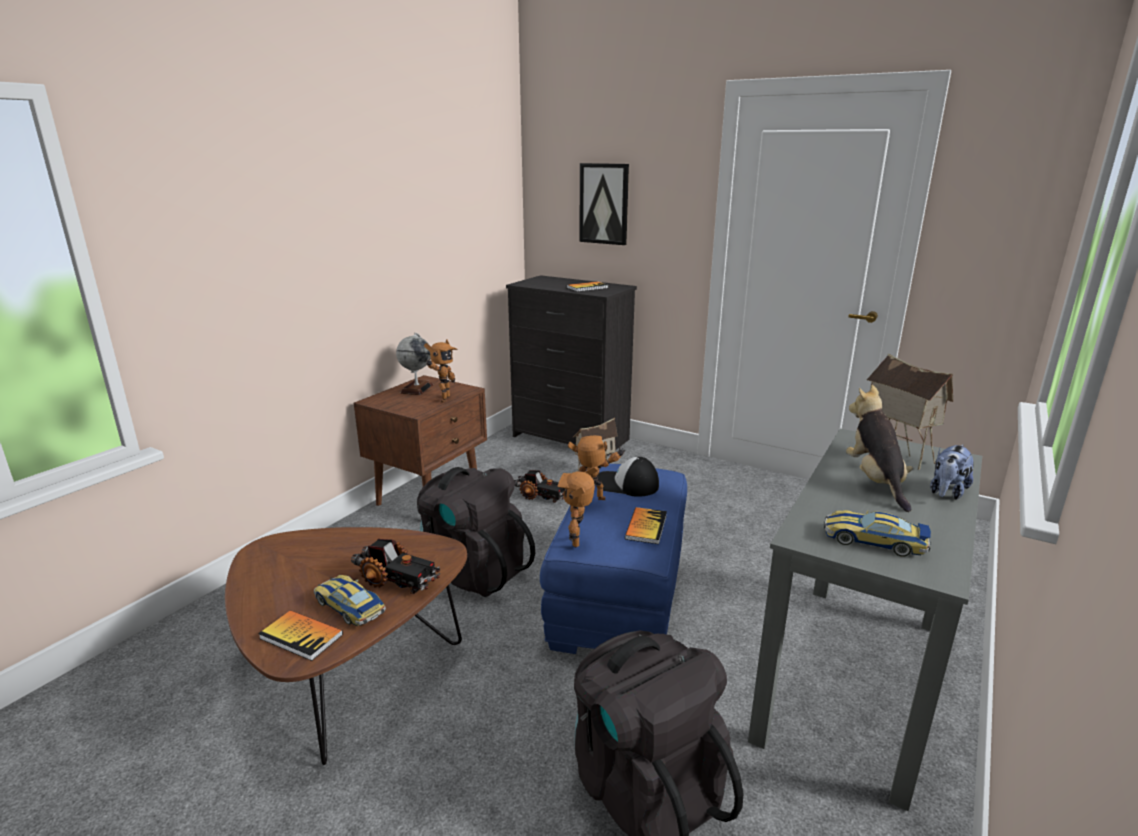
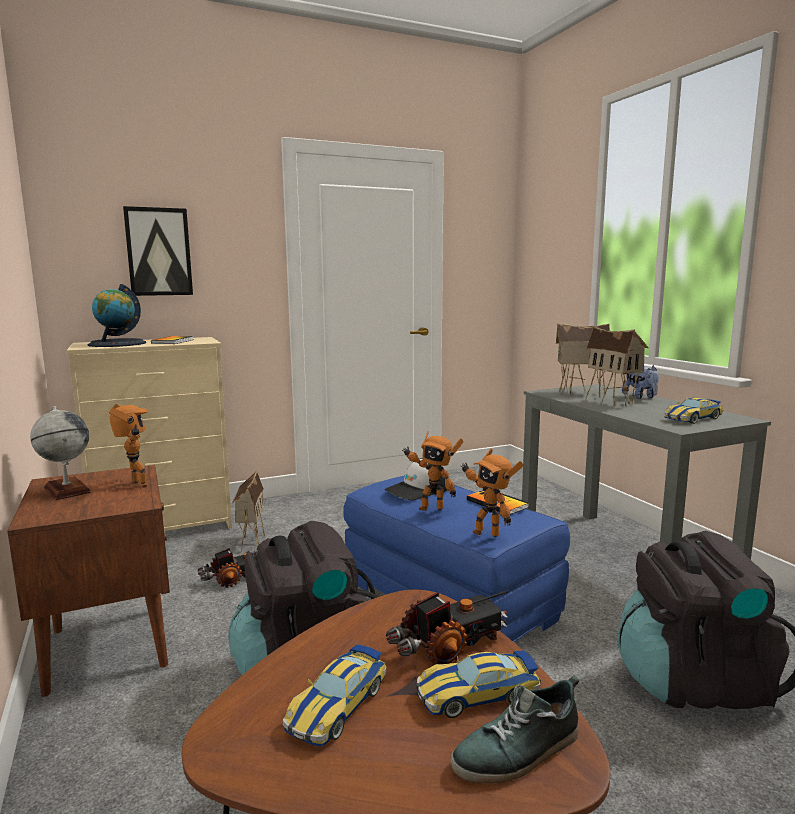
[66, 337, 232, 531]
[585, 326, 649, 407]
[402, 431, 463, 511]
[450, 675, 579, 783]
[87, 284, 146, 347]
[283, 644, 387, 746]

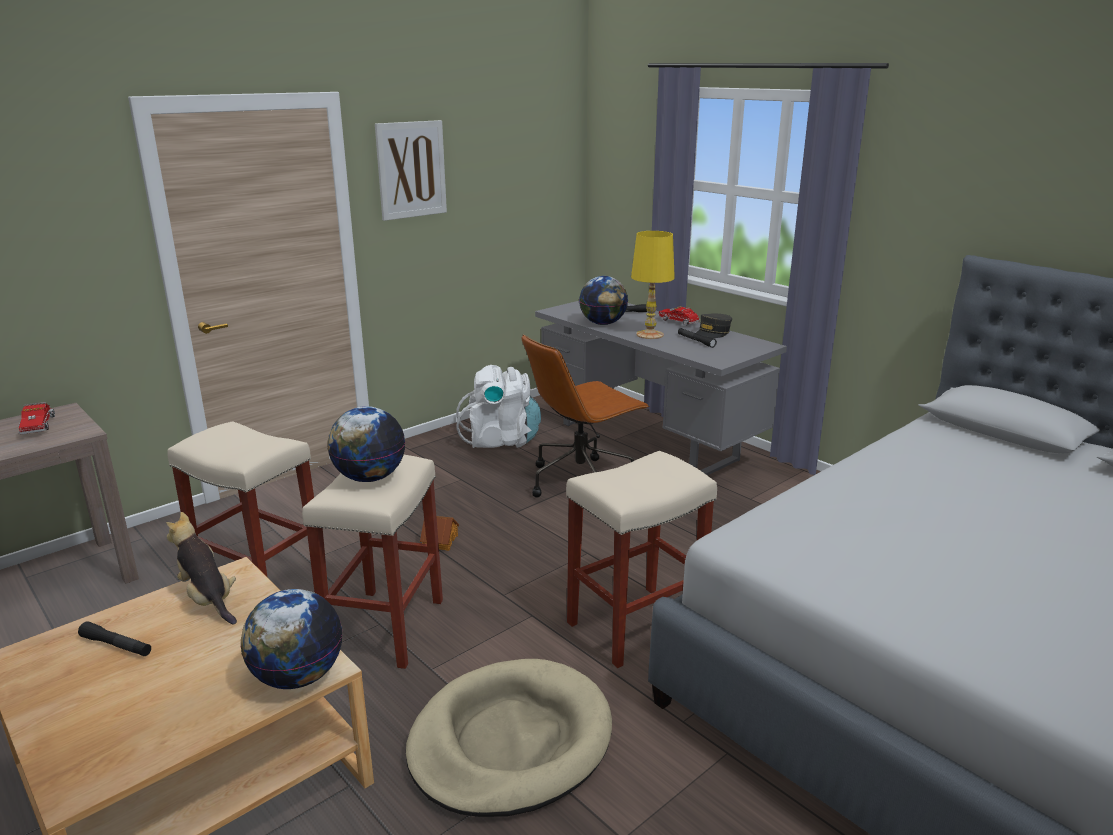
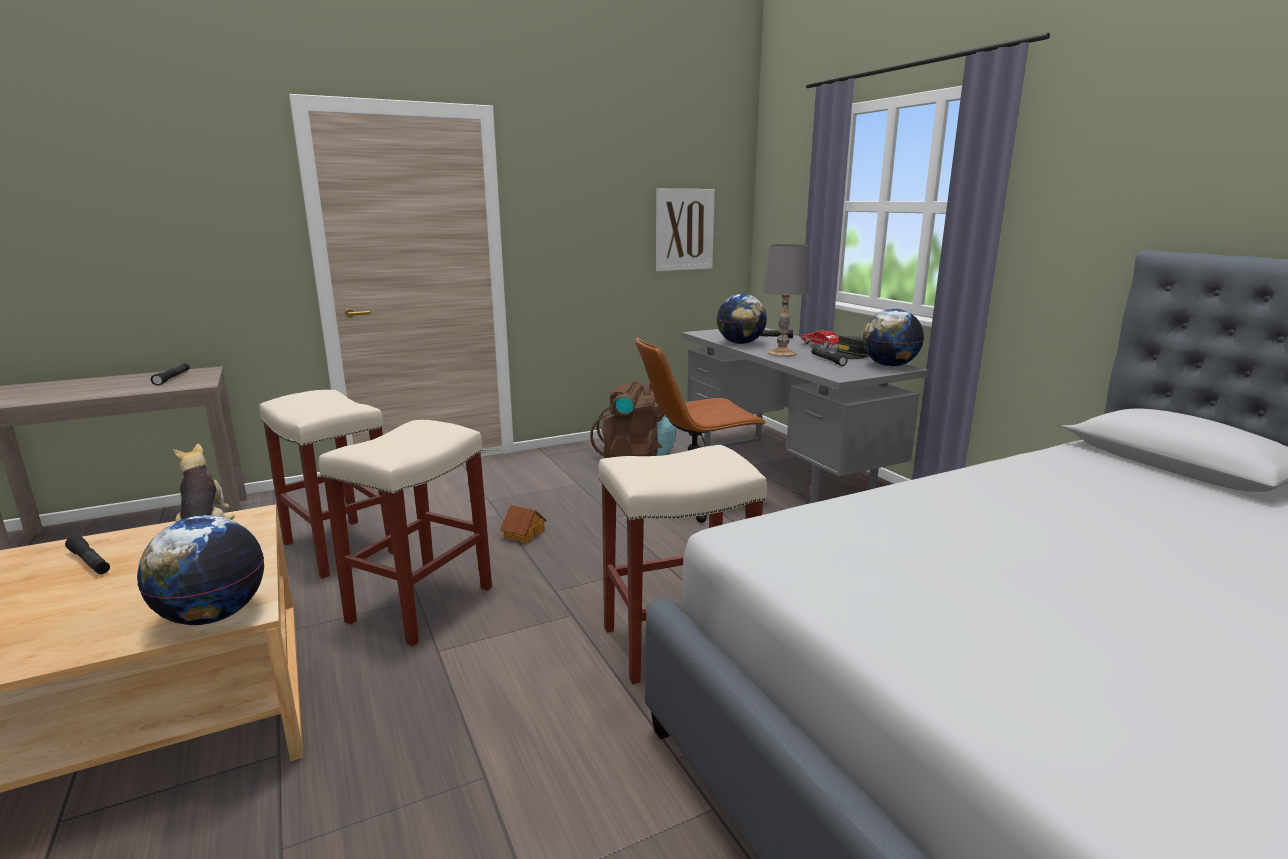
[656, 189, 715, 271]
[763, 244, 809, 357]
[590, 381, 676, 458]
[151, 363, 190, 385]
[863, 309, 924, 367]
[406, 659, 612, 817] (first image)

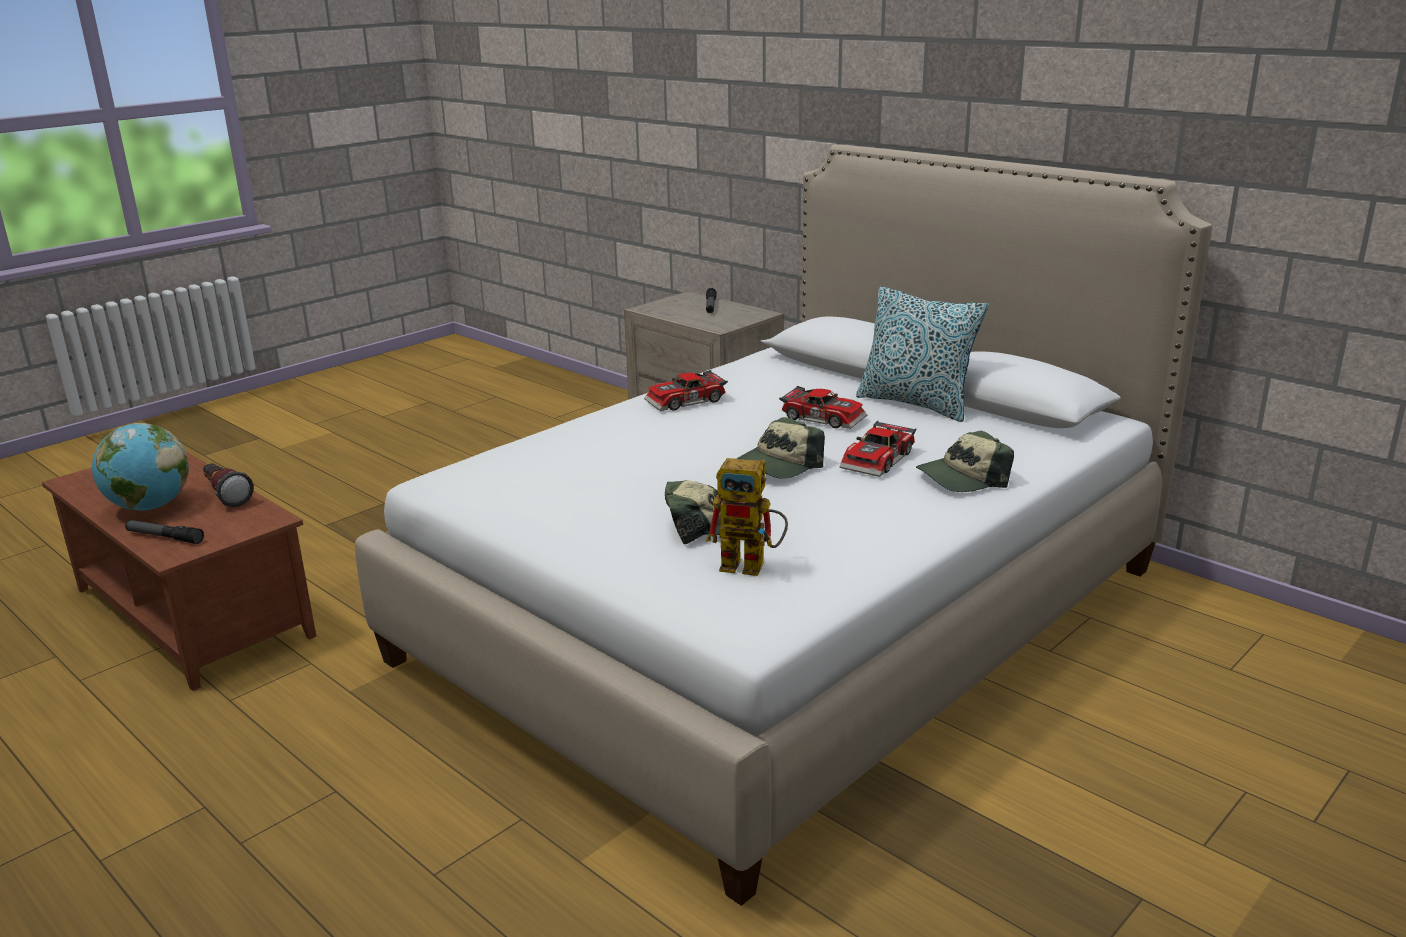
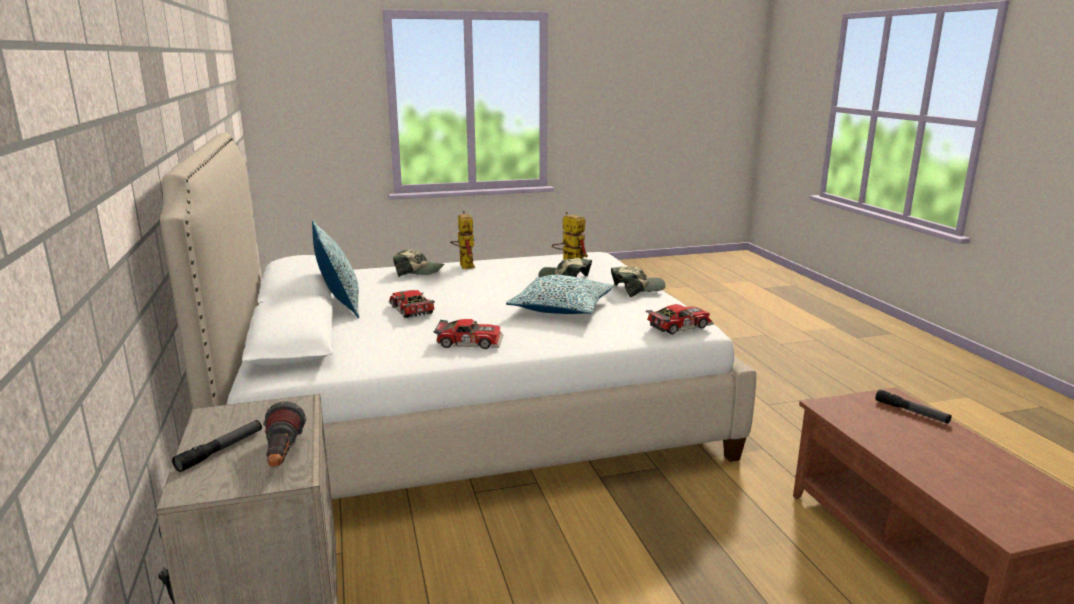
[611, 266, 665, 297]
[646, 304, 714, 335]
[92, 423, 189, 511] (first image)
[263, 401, 306, 467]
[450, 211, 475, 269]
[506, 275, 614, 314]

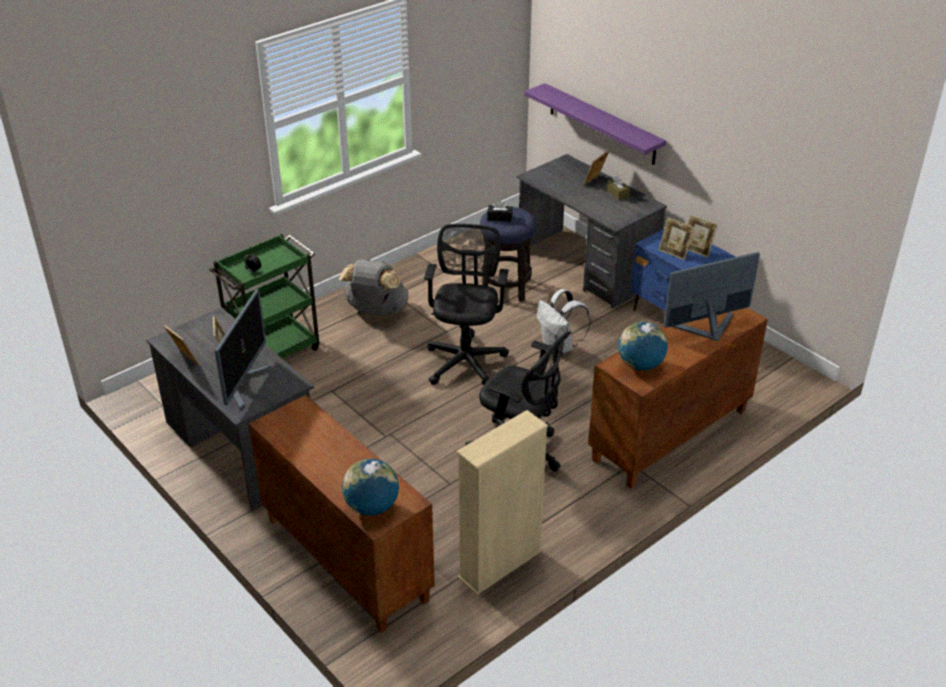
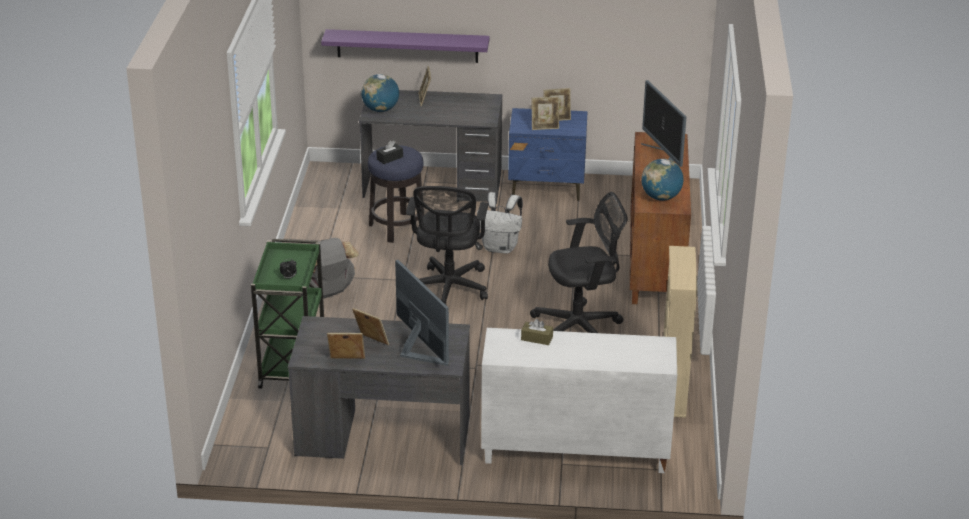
[521, 319, 553, 345]
[406, 186, 489, 306]
[641, 80, 687, 167]
[481, 328, 677, 473]
[361, 74, 399, 112]

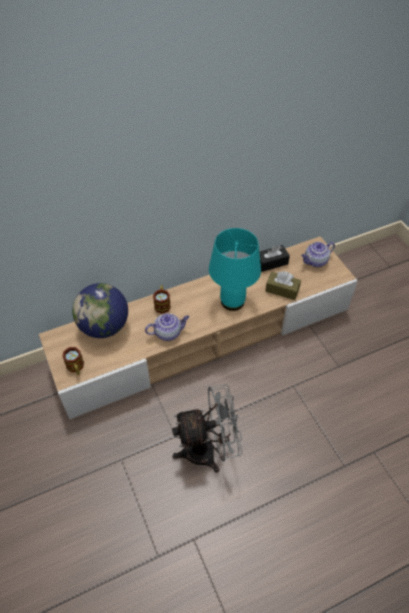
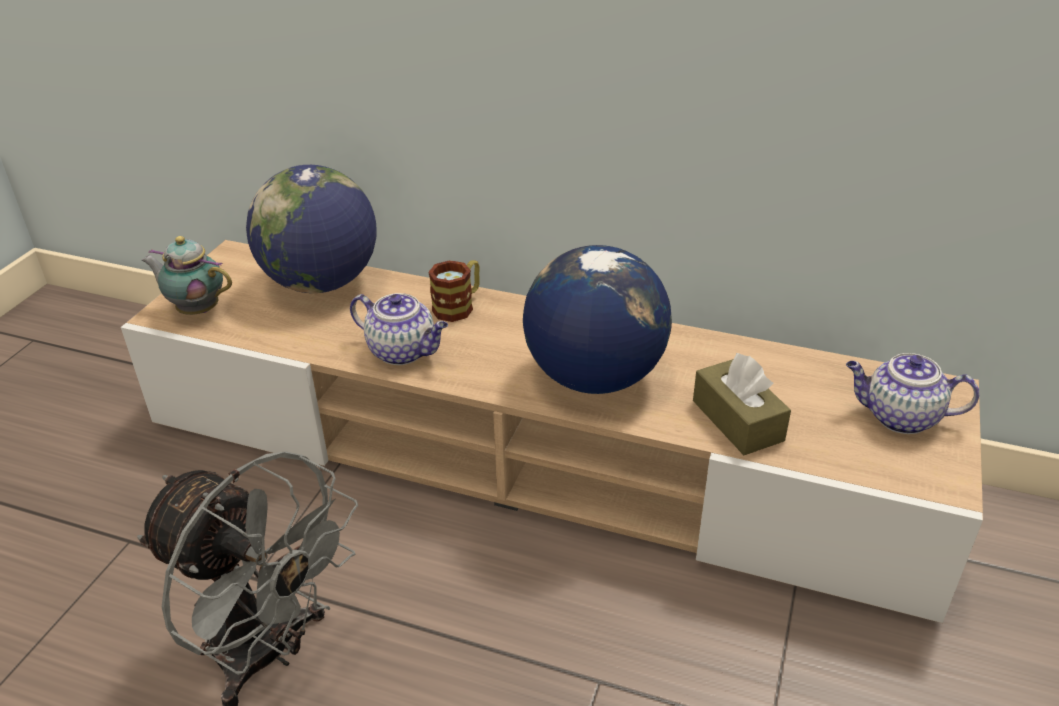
[523, 245, 672, 394]
[259, 245, 290, 272] (first image)
[142, 236, 232, 315]

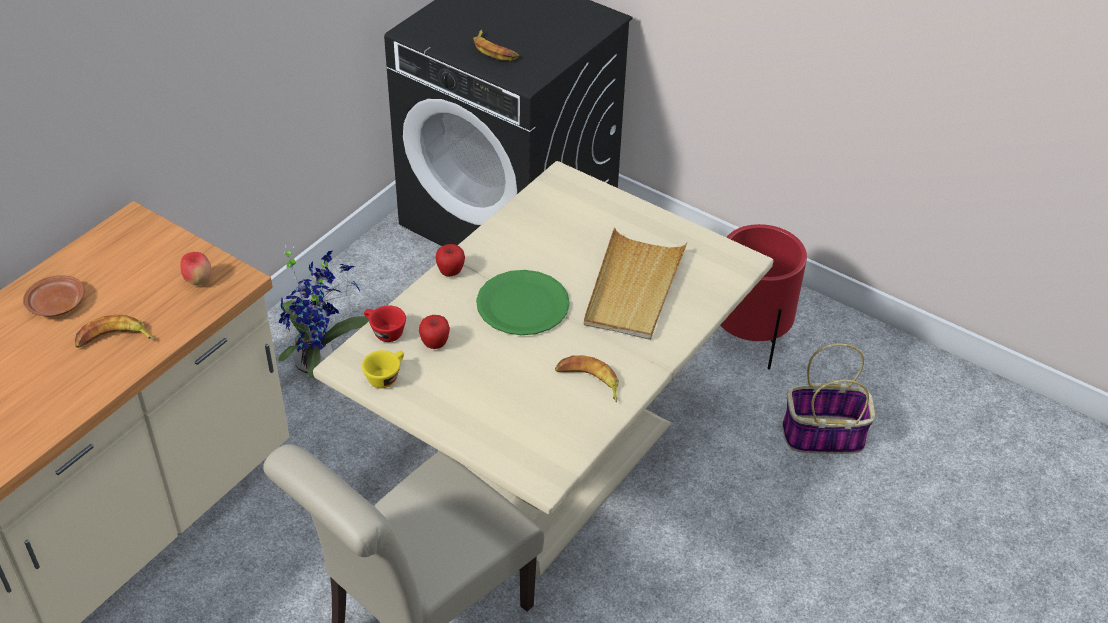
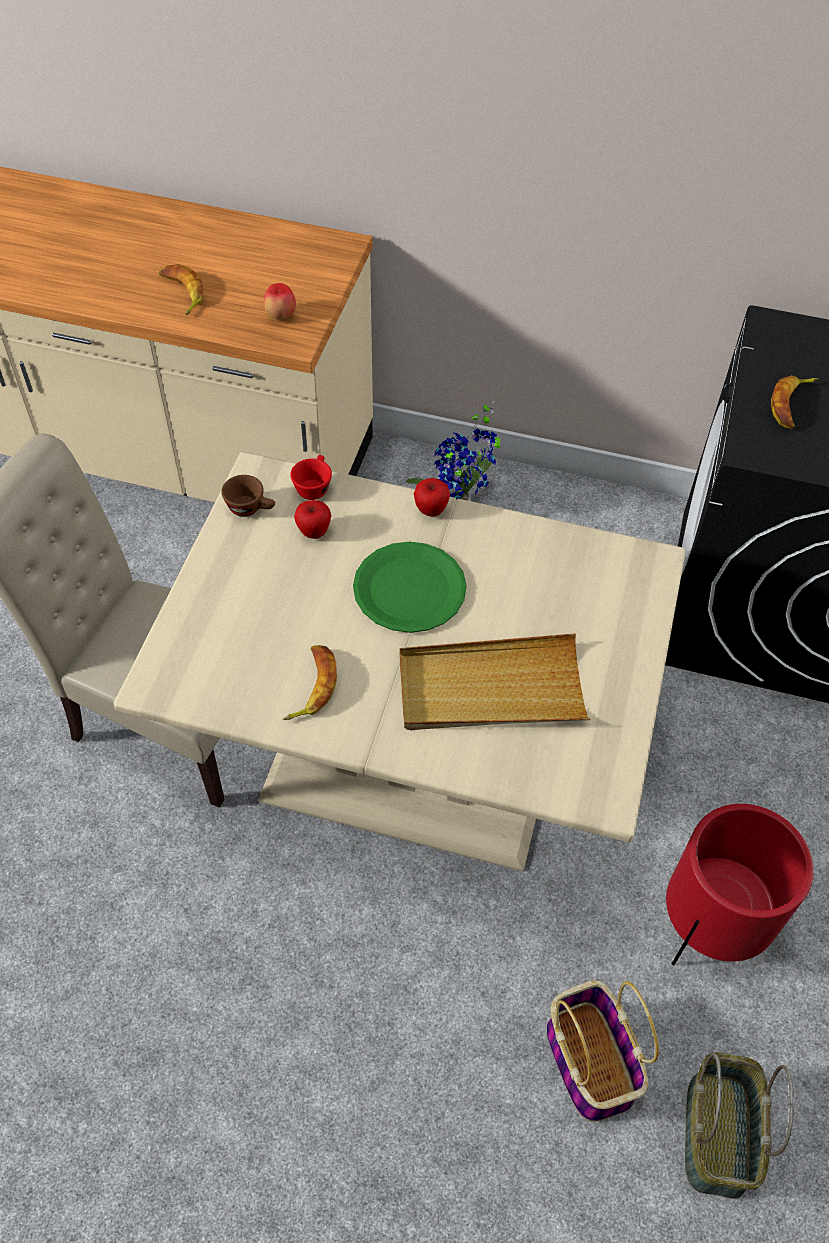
[23, 275, 85, 316] (first image)
[221, 475, 275, 517]
[685, 1052, 794, 1199]

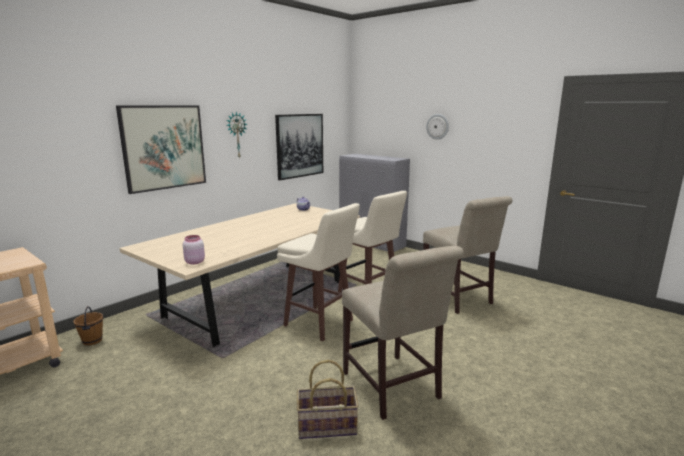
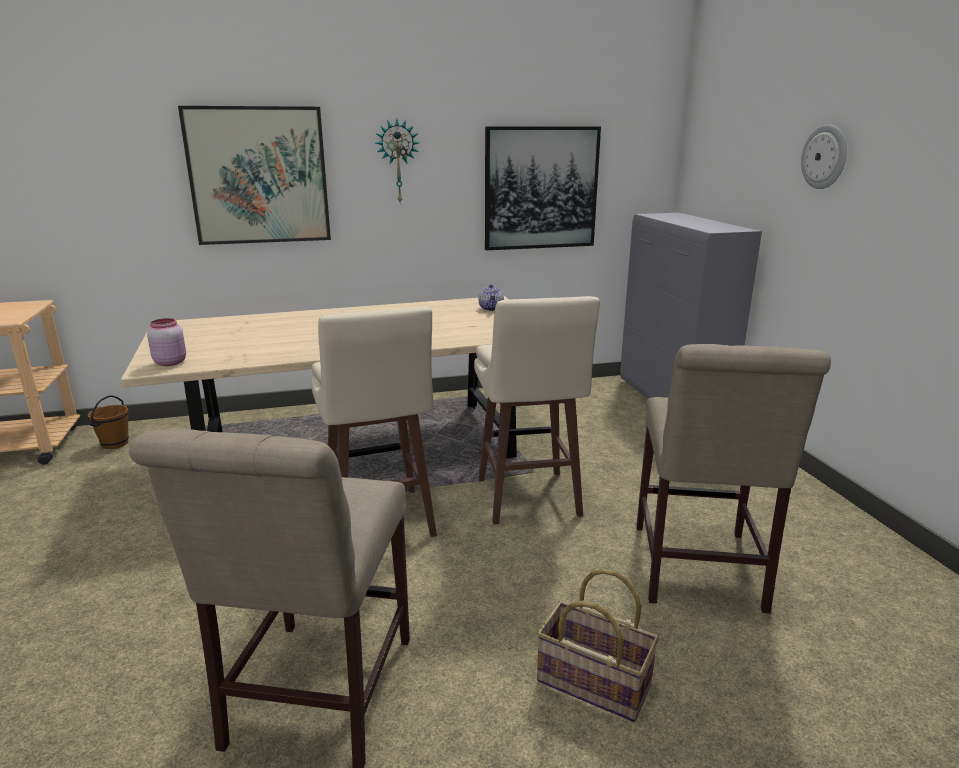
[537, 569, 659, 722]

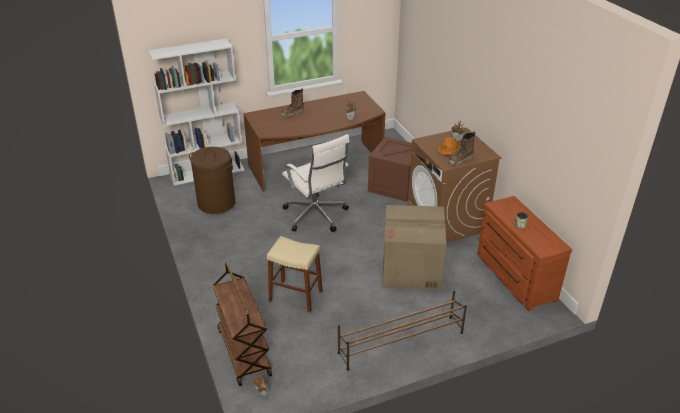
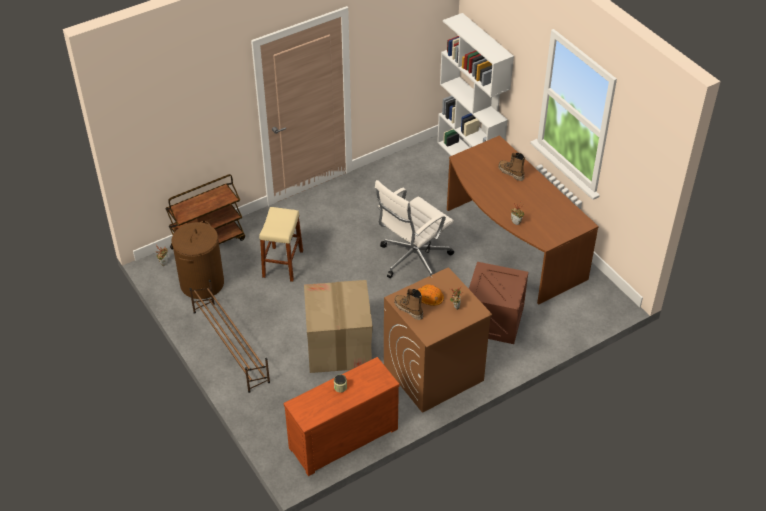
[172, 221, 224, 299]

